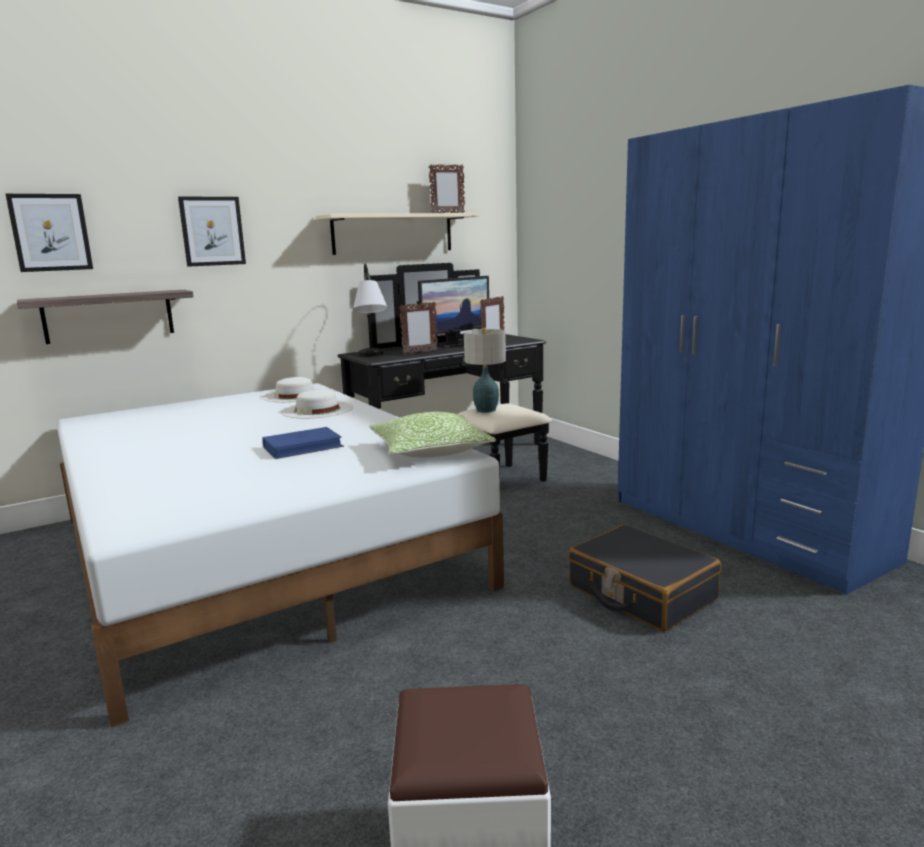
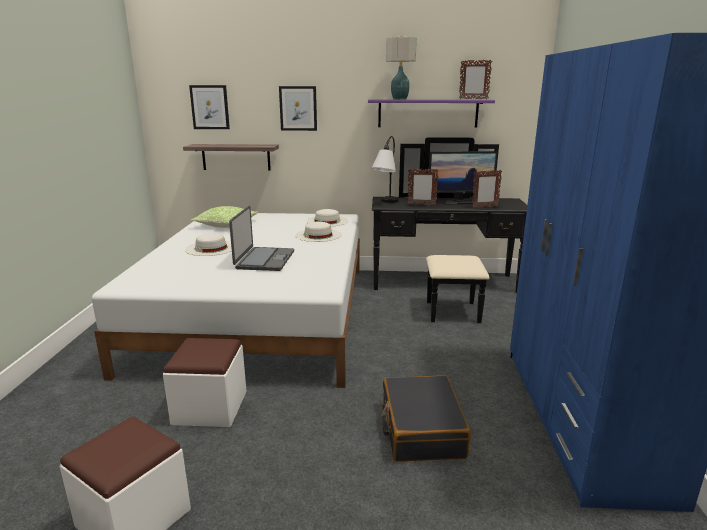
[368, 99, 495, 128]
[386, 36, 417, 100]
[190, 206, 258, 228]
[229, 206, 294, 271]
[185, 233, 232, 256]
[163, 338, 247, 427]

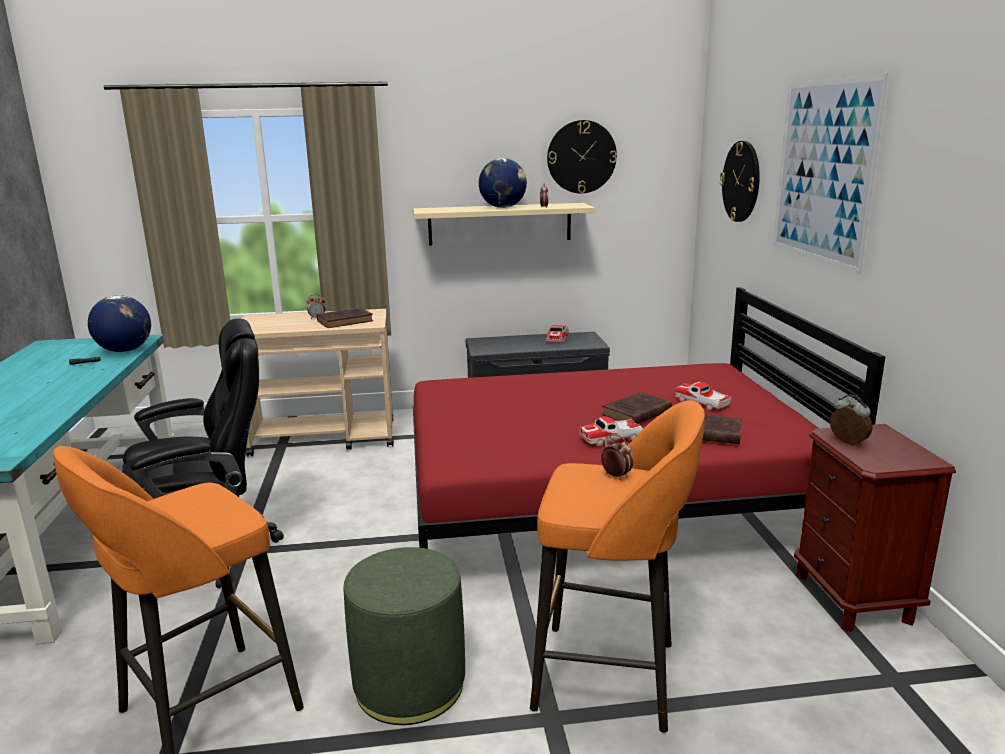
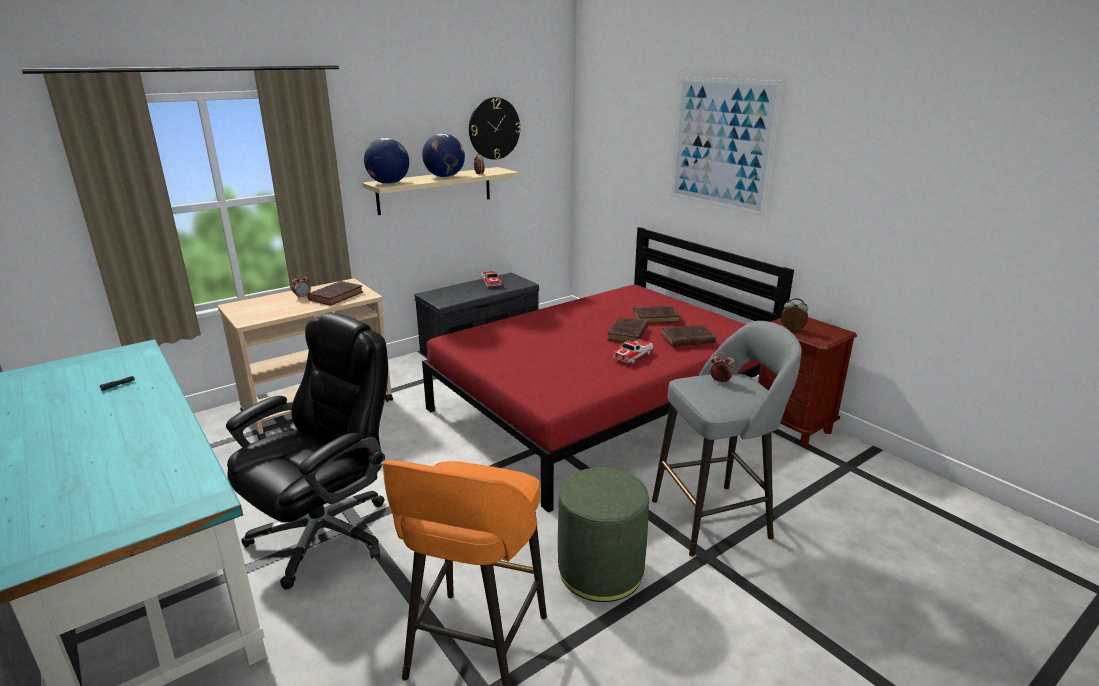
[720, 141, 760, 222] (first image)
[364, 138, 409, 184]
[633, 306, 680, 323]
[652, 321, 802, 557]

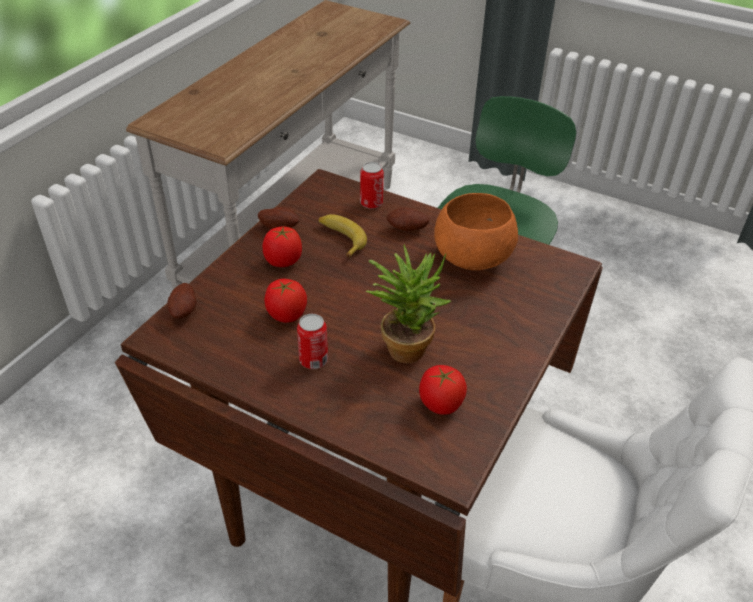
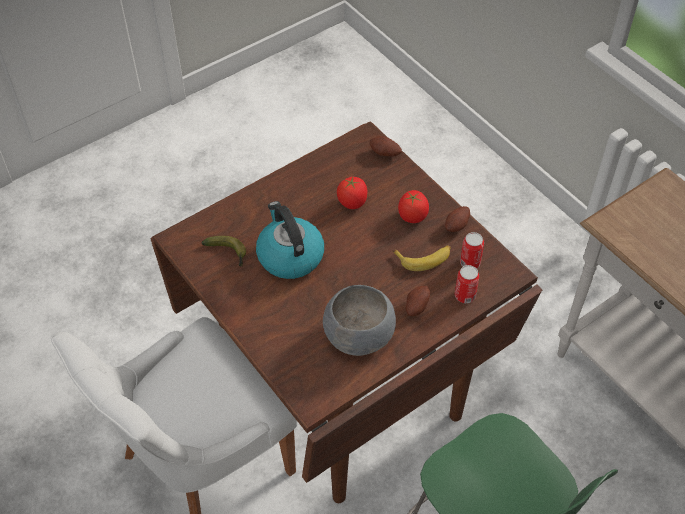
[323, 285, 396, 356]
[256, 201, 324, 279]
[460, 232, 484, 269]
[202, 236, 246, 266]

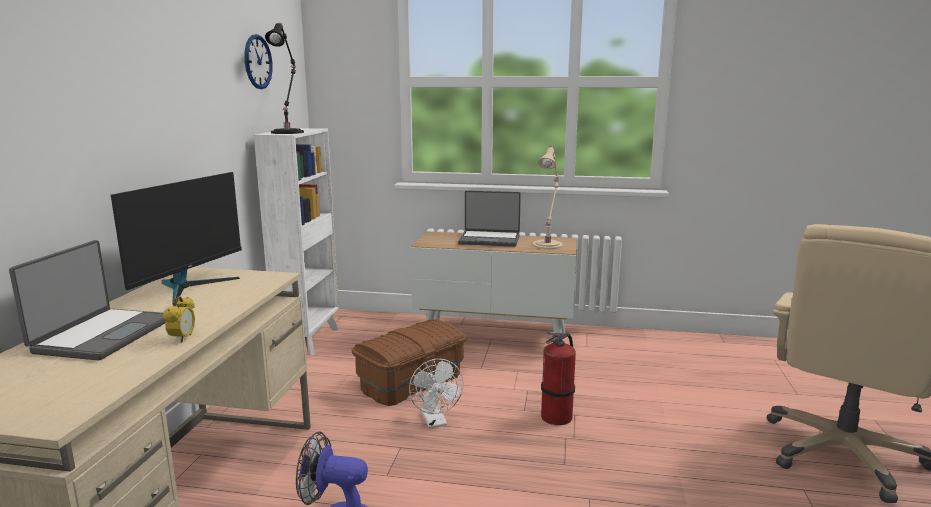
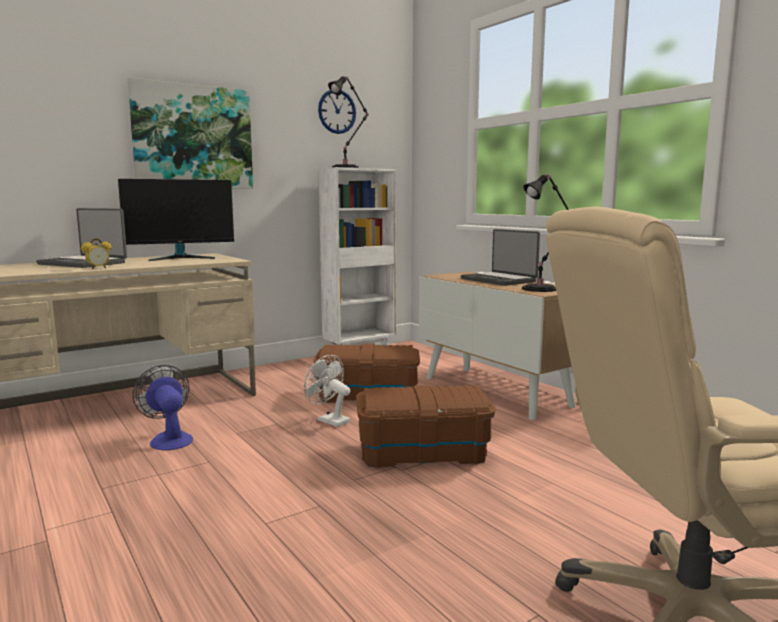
[522, 174, 569, 292]
[36, 208, 127, 268]
[356, 385, 496, 468]
[304, 355, 350, 427]
[128, 78, 253, 189]

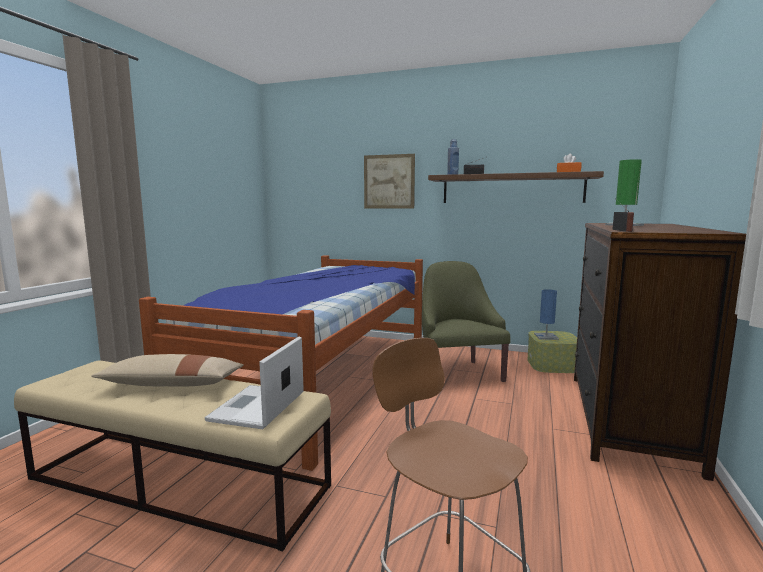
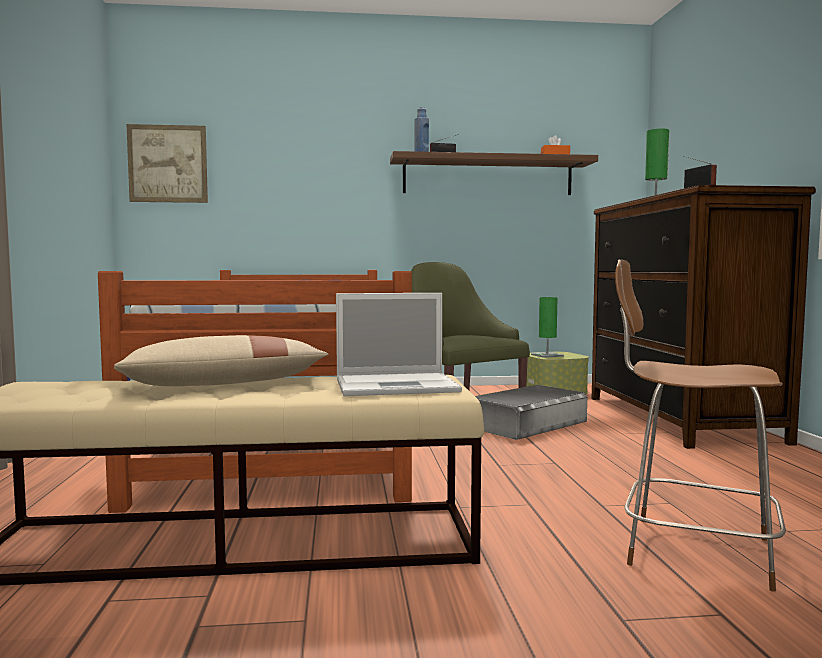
[127, 124, 208, 203]
[531, 297, 564, 358]
[336, 293, 462, 396]
[475, 385, 587, 440]

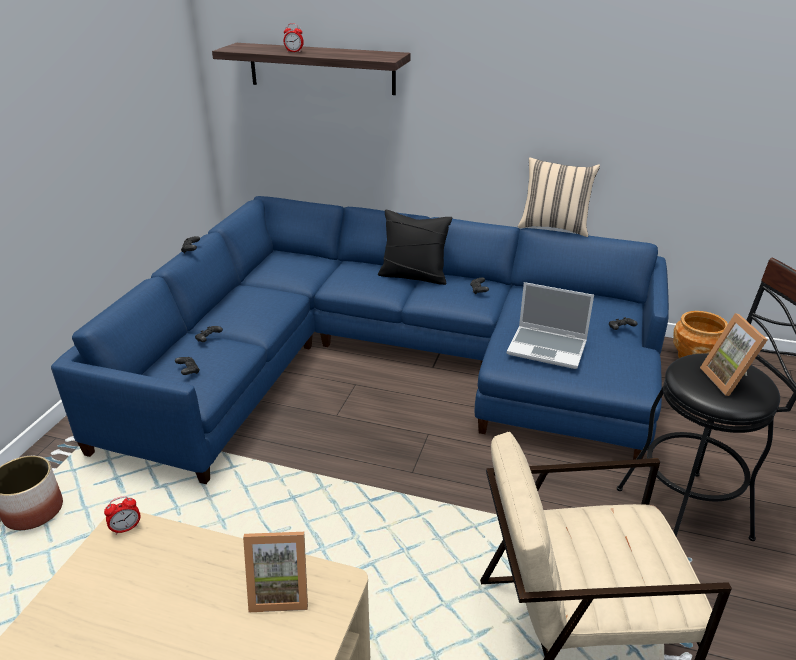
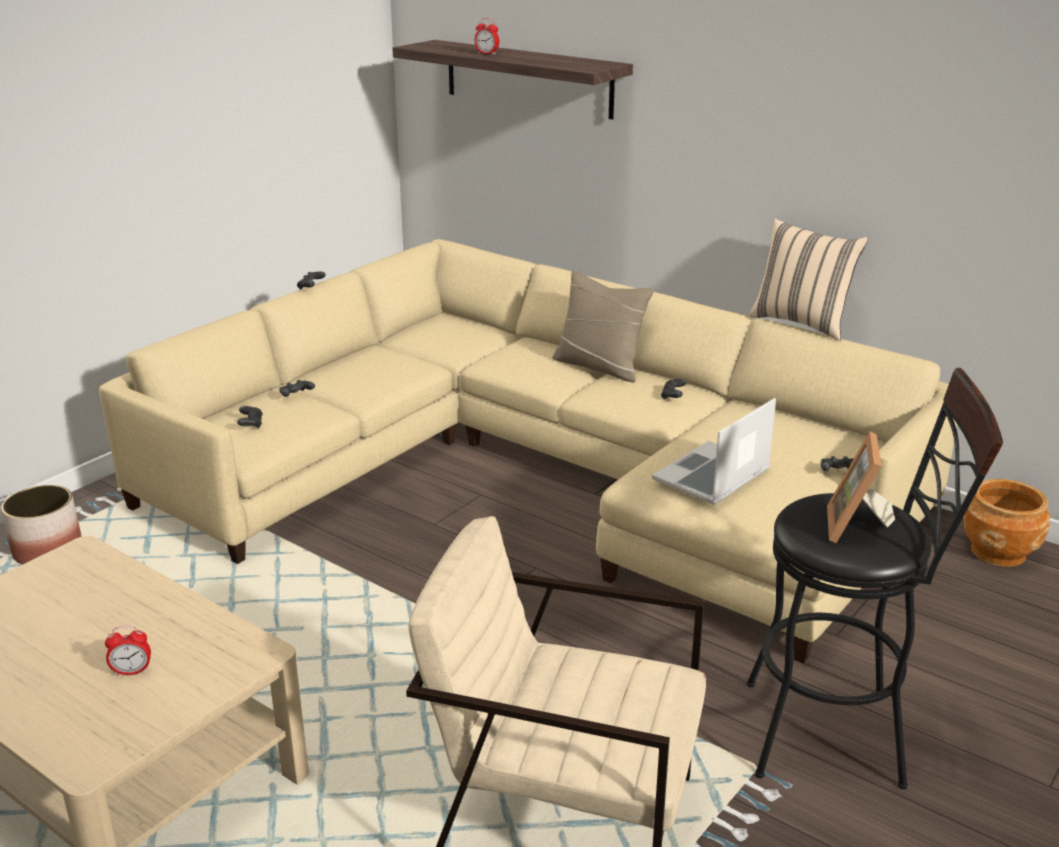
[99, 239, 957, 664]
[552, 270, 654, 382]
[652, 398, 776, 505]
[105, 626, 151, 676]
[243, 532, 308, 612] (first image)

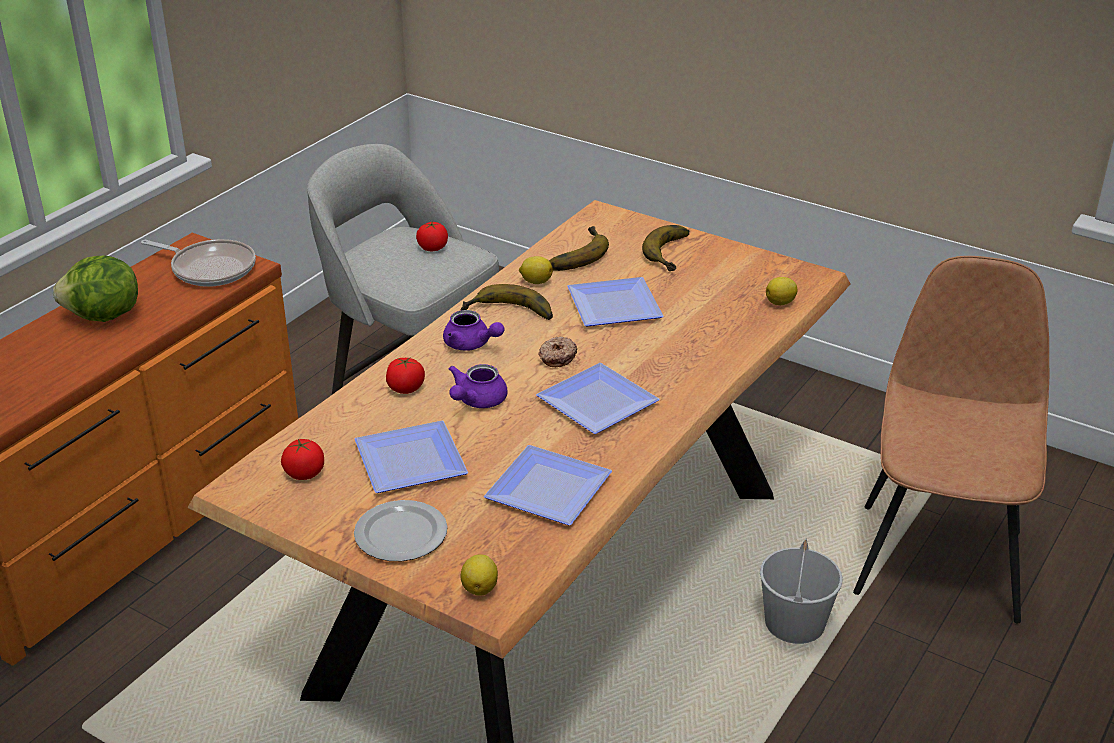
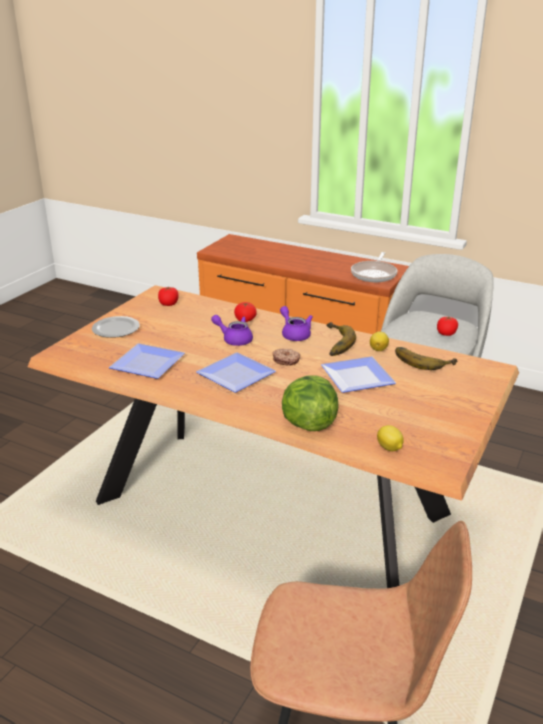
[642, 225, 689, 271] (first image)
[282, 376, 339, 431]
[280, 306, 313, 341]
[355, 421, 468, 493] (first image)
[760, 538, 843, 644] (first image)
[461, 555, 498, 596] (first image)

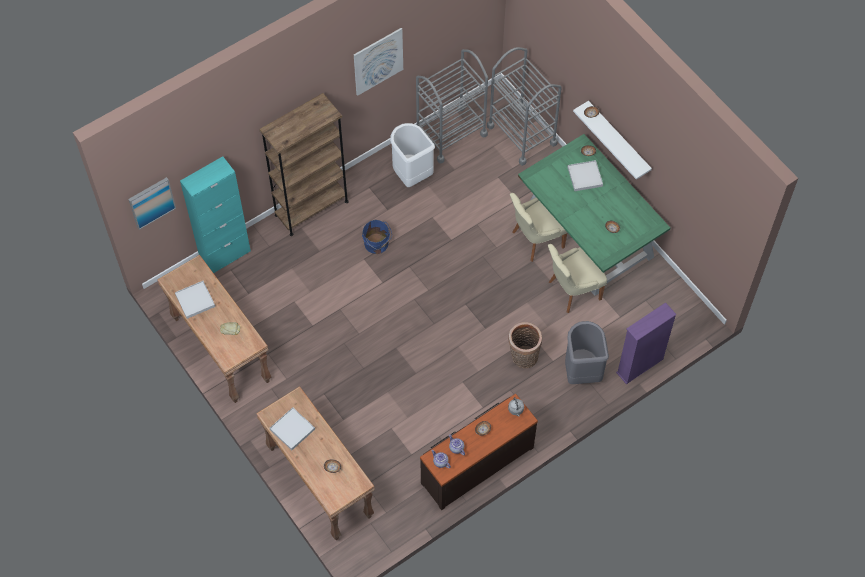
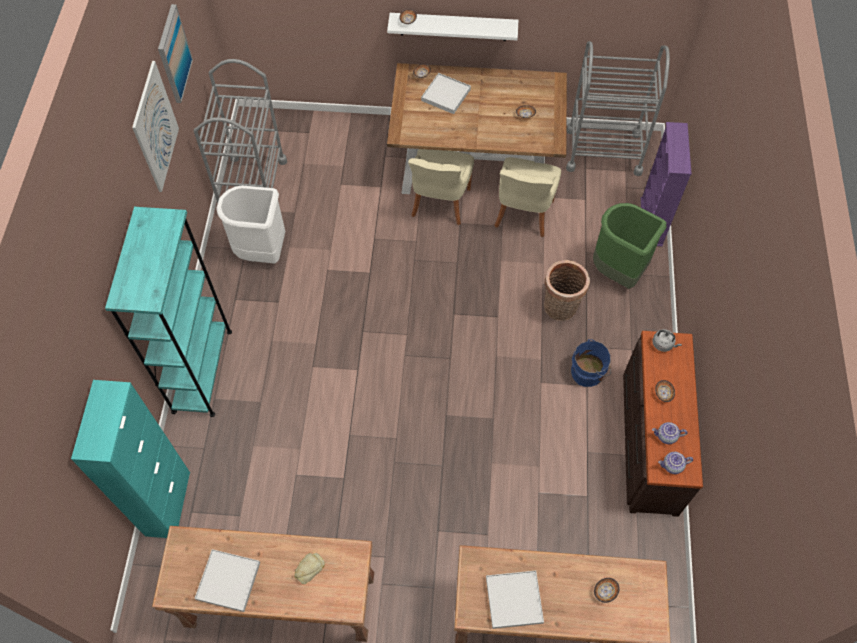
[566, 41, 670, 176]
[105, 207, 232, 417]
[387, 63, 567, 194]
[158, 4, 193, 103]
[571, 339, 611, 387]
[593, 203, 666, 289]

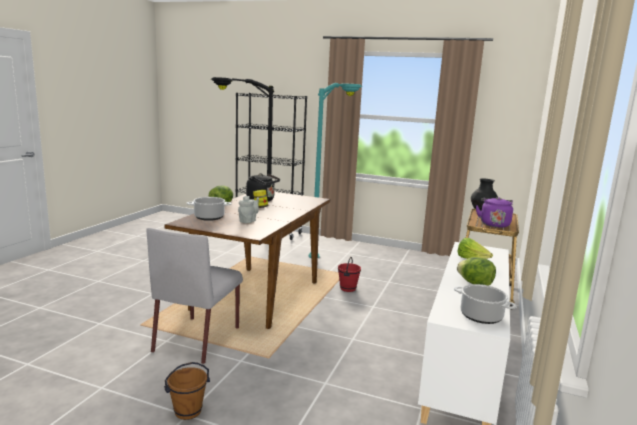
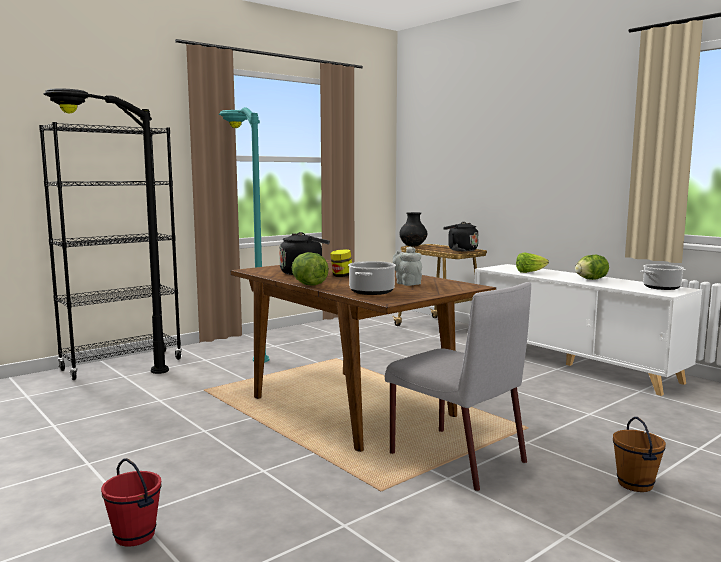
[443, 222, 478, 251]
[101, 458, 162, 547]

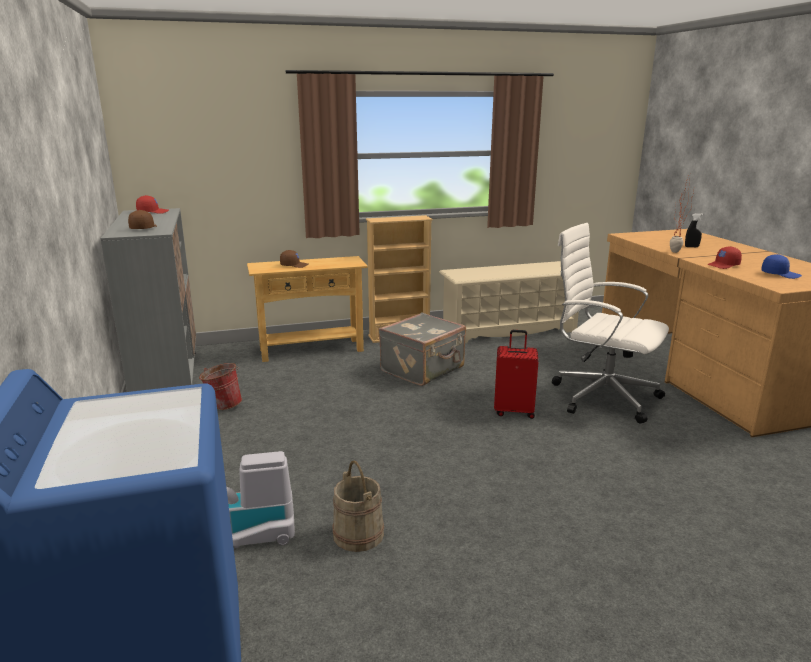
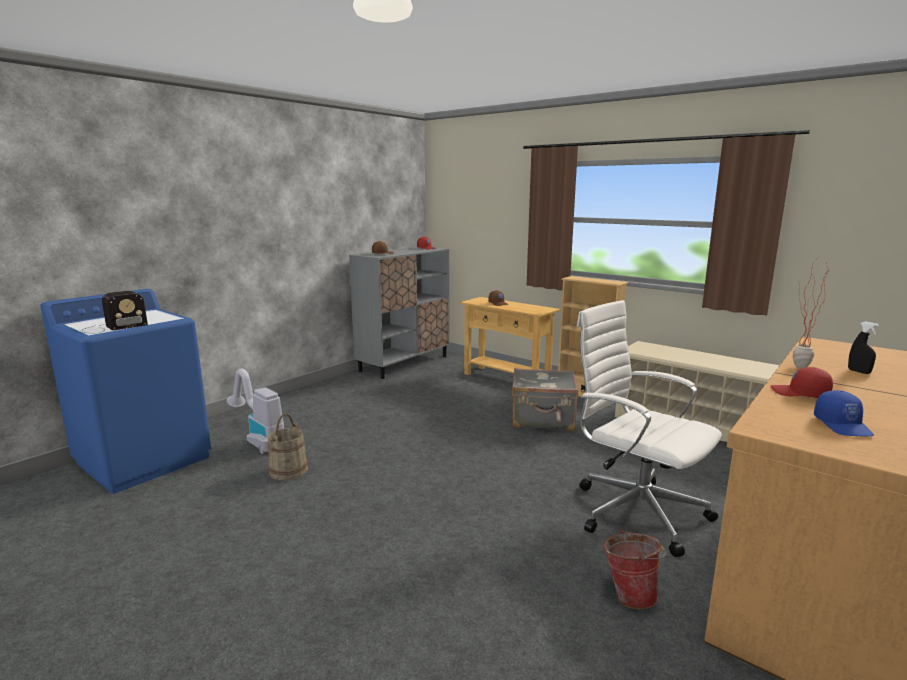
[577, 300, 722, 557]
[494, 330, 539, 419] (first image)
[603, 529, 666, 609]
[82, 291, 148, 334]

